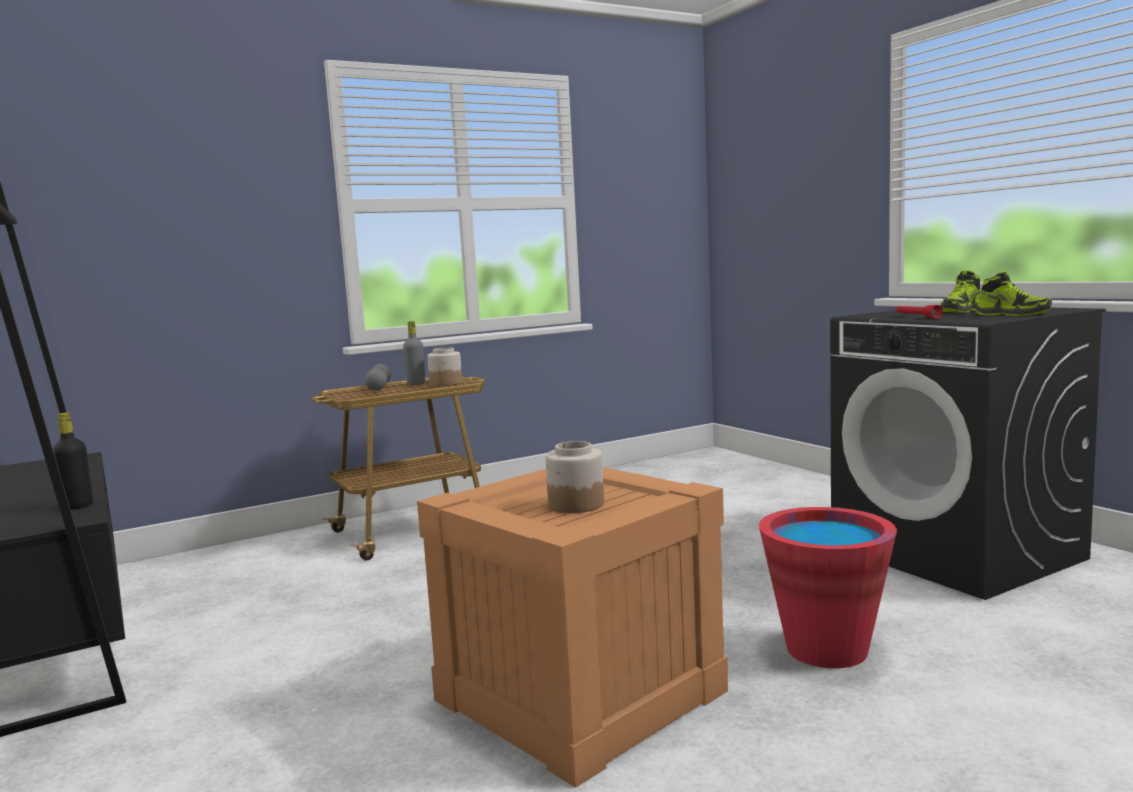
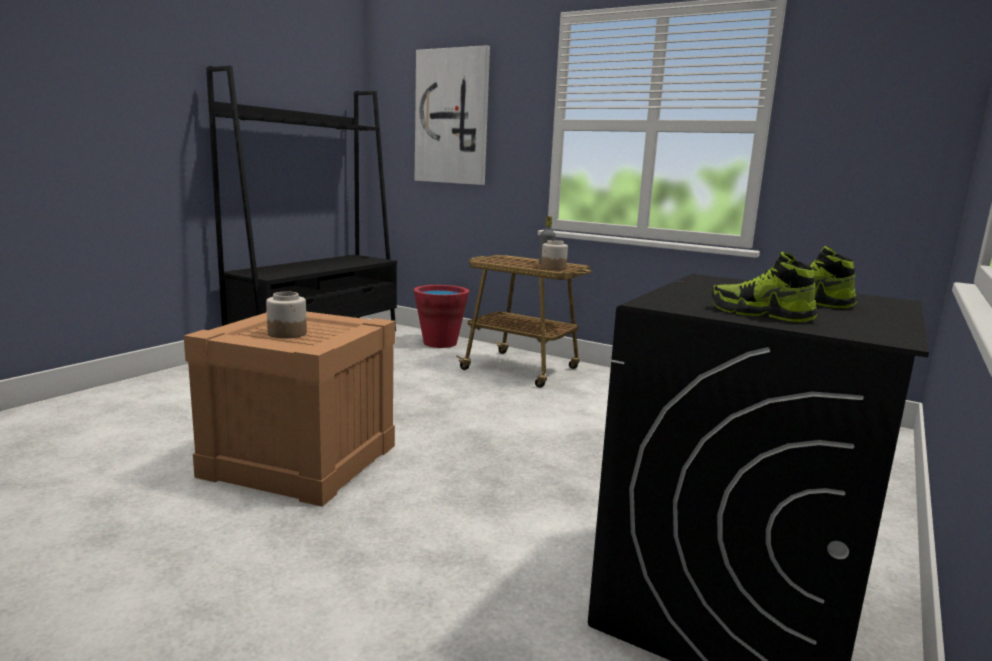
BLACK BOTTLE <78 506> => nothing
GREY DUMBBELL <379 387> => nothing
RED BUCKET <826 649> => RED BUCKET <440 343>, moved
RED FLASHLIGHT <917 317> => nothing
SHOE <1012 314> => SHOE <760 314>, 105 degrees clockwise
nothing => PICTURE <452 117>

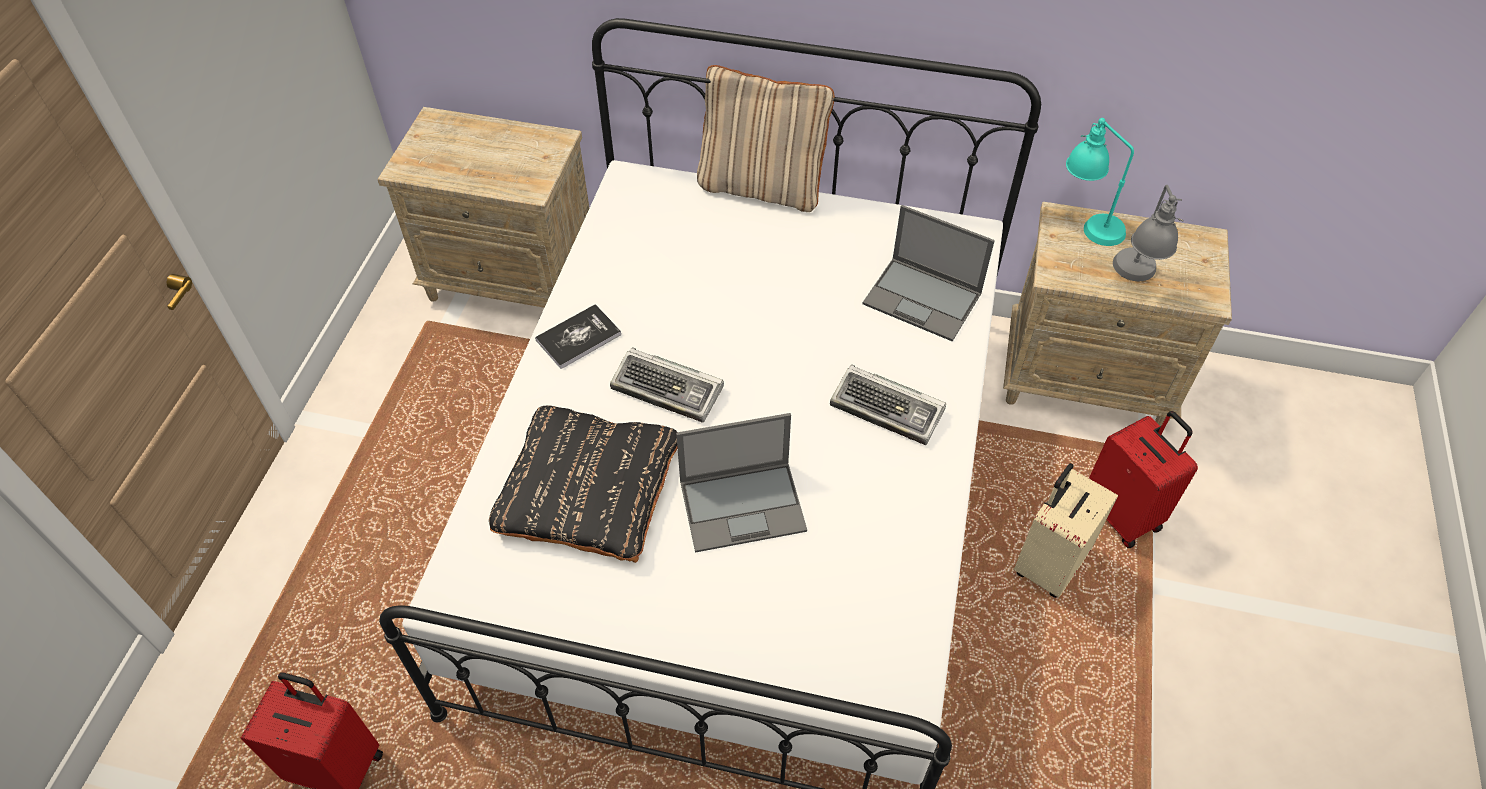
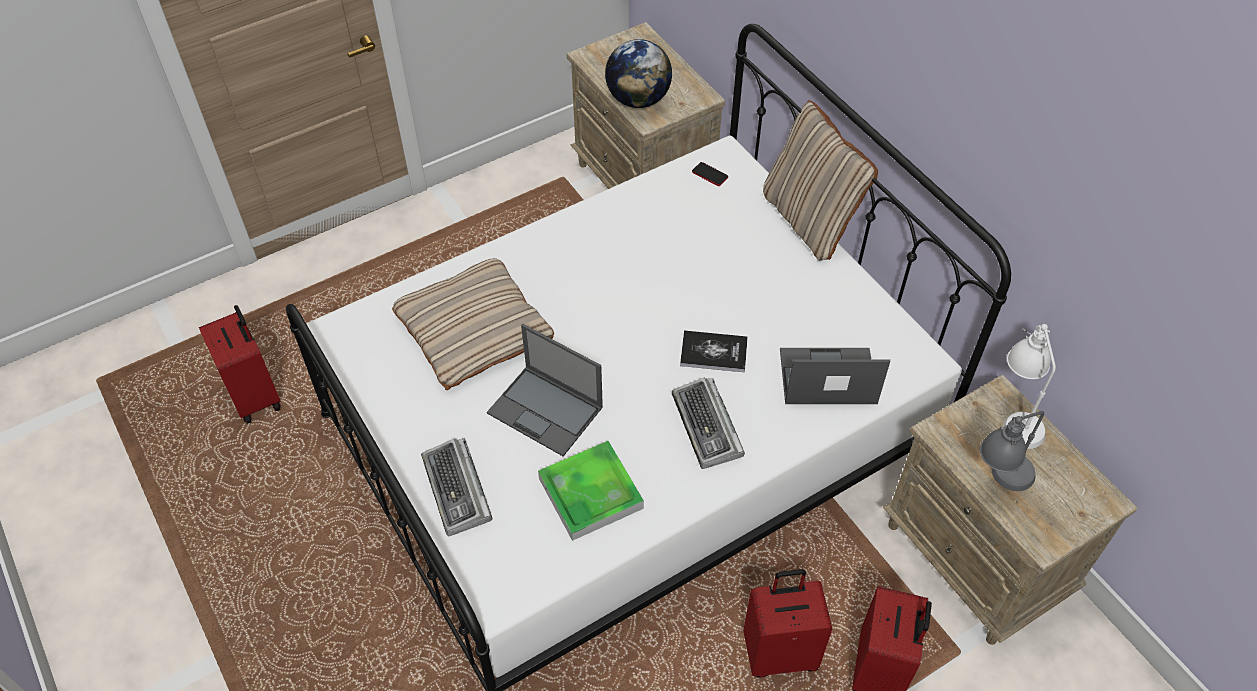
BLACK PILLOW <588 489> => BEIGE PILLOW <474 329>
BOOK <578 337> => BOOK <713 352>, moved
KEYBOARD <668 389> => KEYBOARD <457 491>, moved
LAPTOP <923 299> => LAPTOP <826 377>, 105 degrees clockwise
BEIGE SUITCASE <1048 564> => RED SUITCASE <780 652>
TURQUOISE TABLE LAMP <1087 224> => WHITE TABLE LAMP <1016 415>
nothing => TRAY <590 493>
nothing => GLOBE <638 99>
nothing => PHONE <710 175>

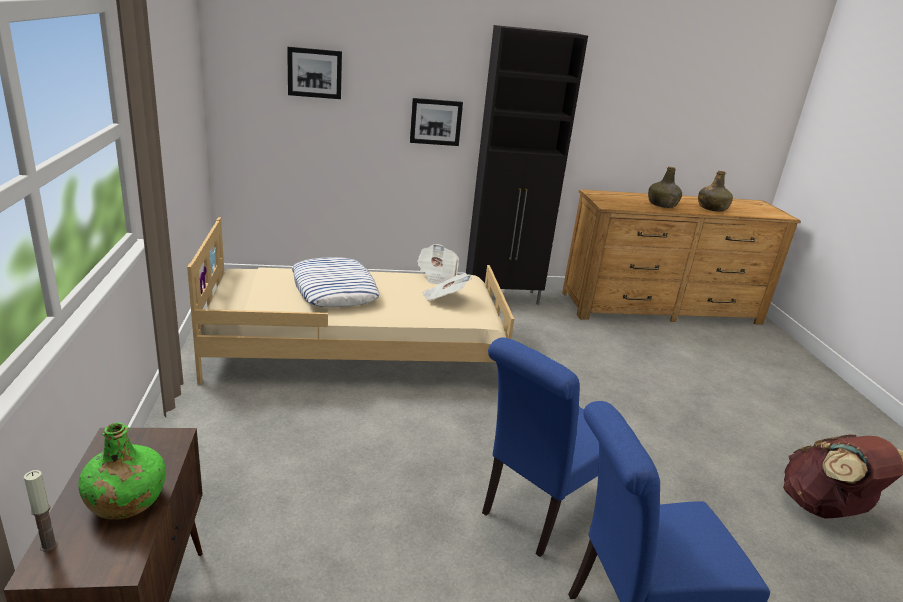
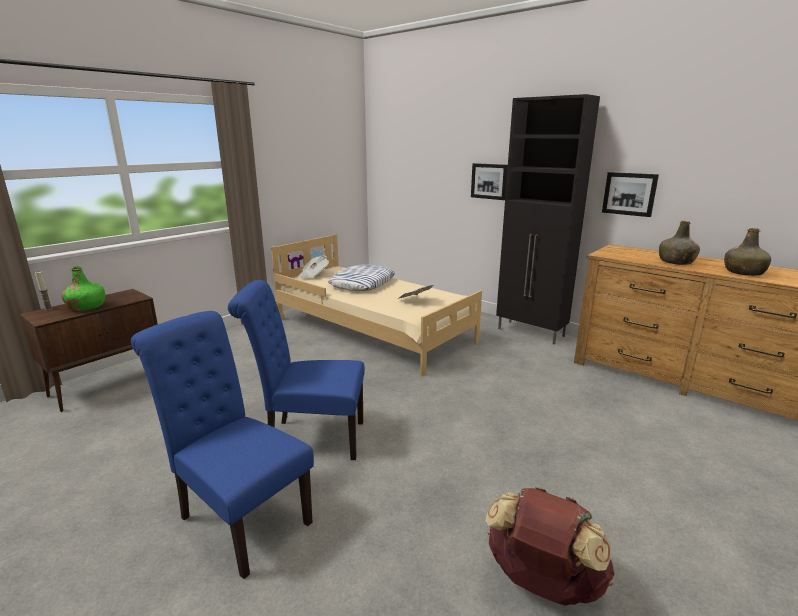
PICTURE <314 73> => PICTURE <629 194>, moved
NEWSPAPER <437 275> => NEWSPAPER <313 275>, moved

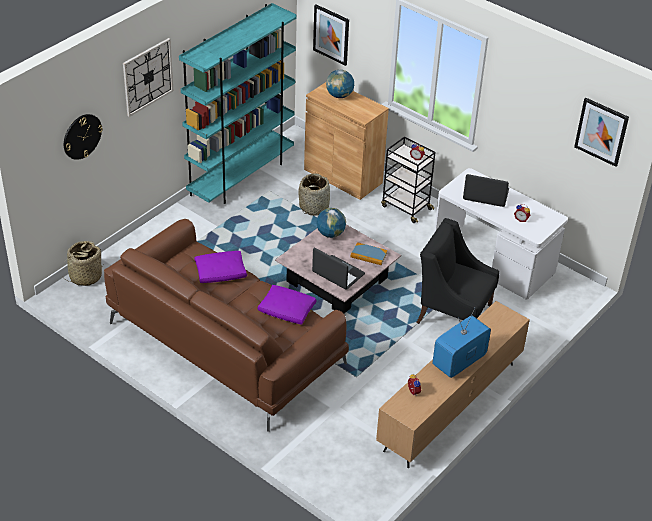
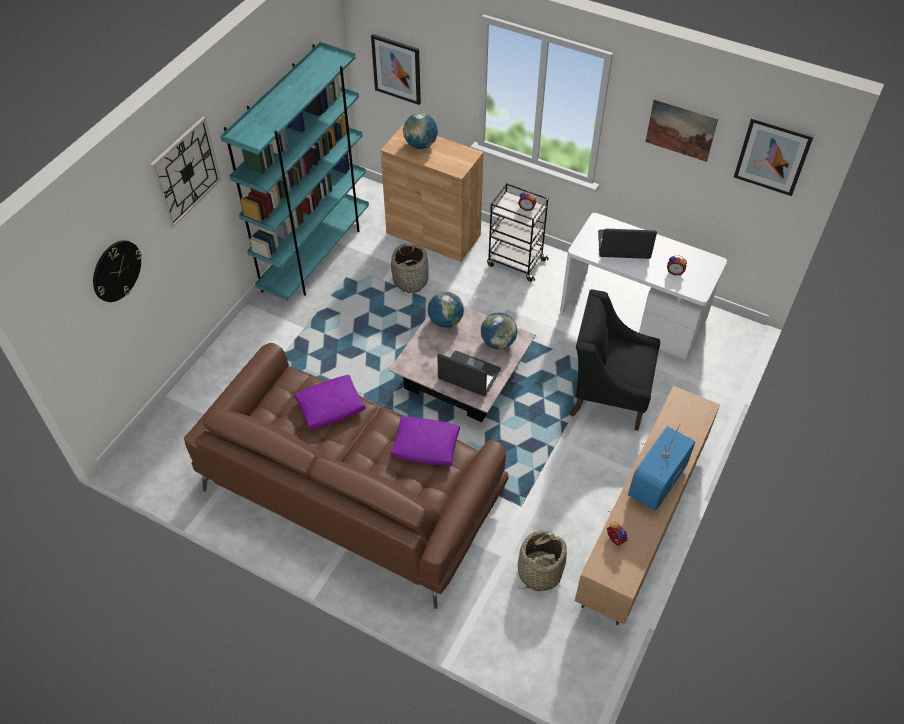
BASKET <85 276> => BASKET <539 572>, moved
BOOK <368 255> => GLOBE <498 342>
nothing => PICTURE <681 130>

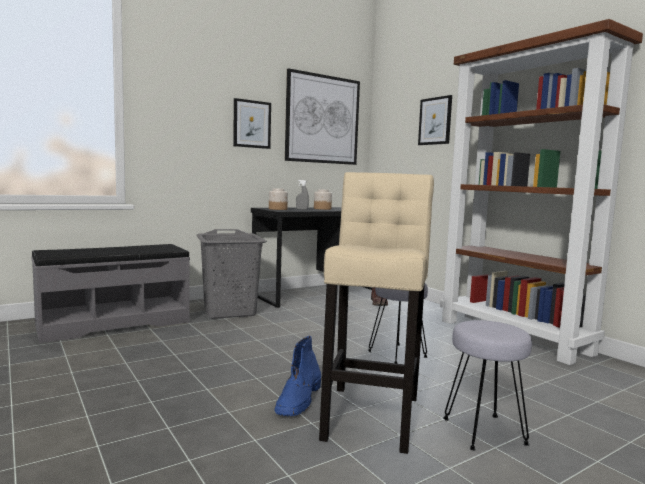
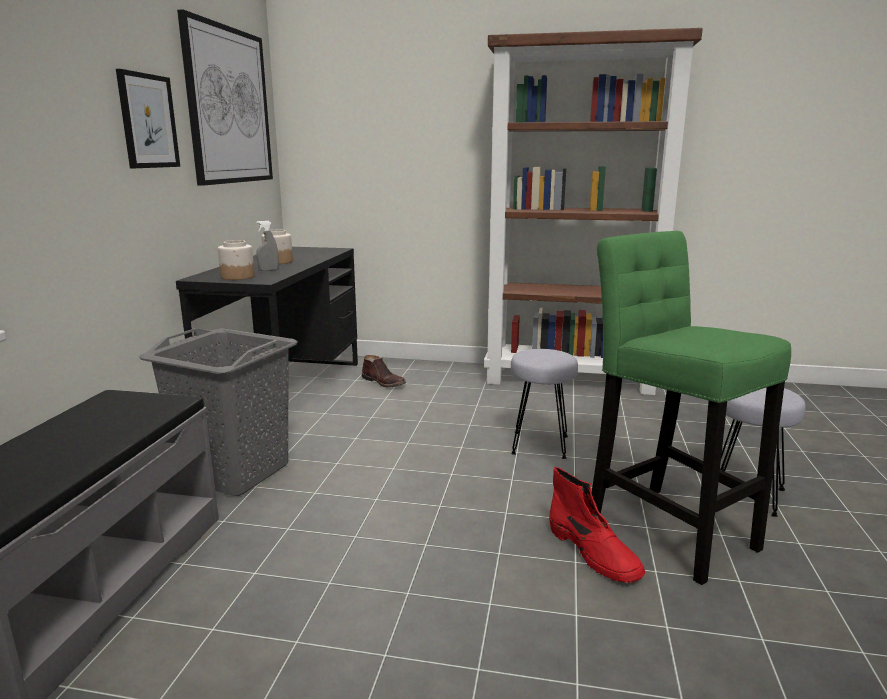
BLUE BOOT <299 400> => RED BOOT <594 553>
BEIGE STOOL <372 413> => GREEN STOOL <665 527>
PICTURE <435 121> => nothing

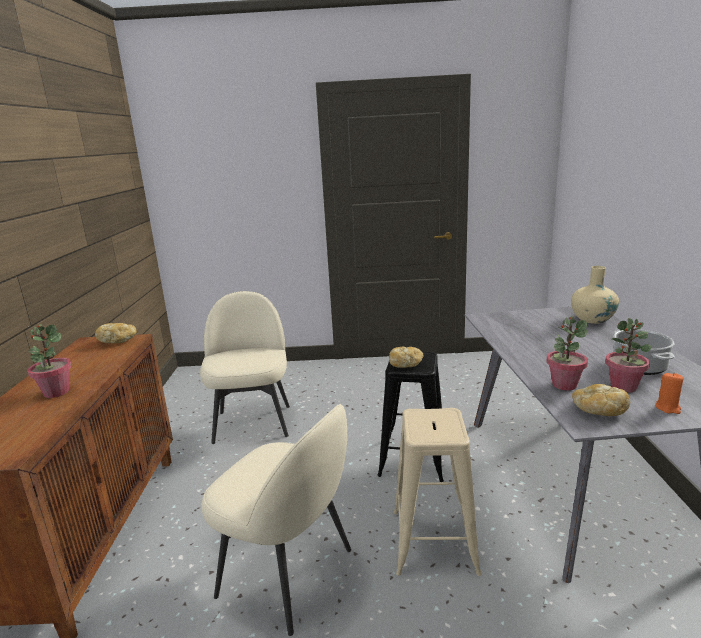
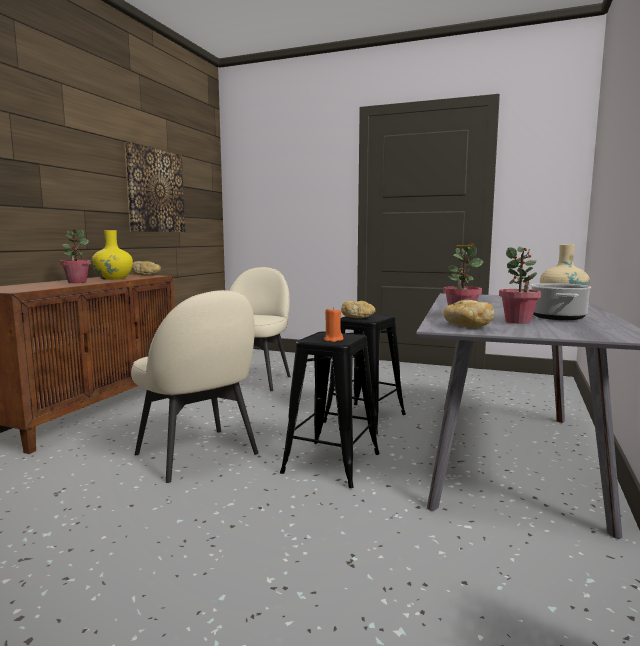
BEIGE STOOL <433 541> => BLACK STOOL <331 463>
ORANGE CANDLE <668 408> => ORANGE CANDLE <333 340>, moved
nothing => YELLOW VASE <113 278>
nothing => PICTURE <155 191>

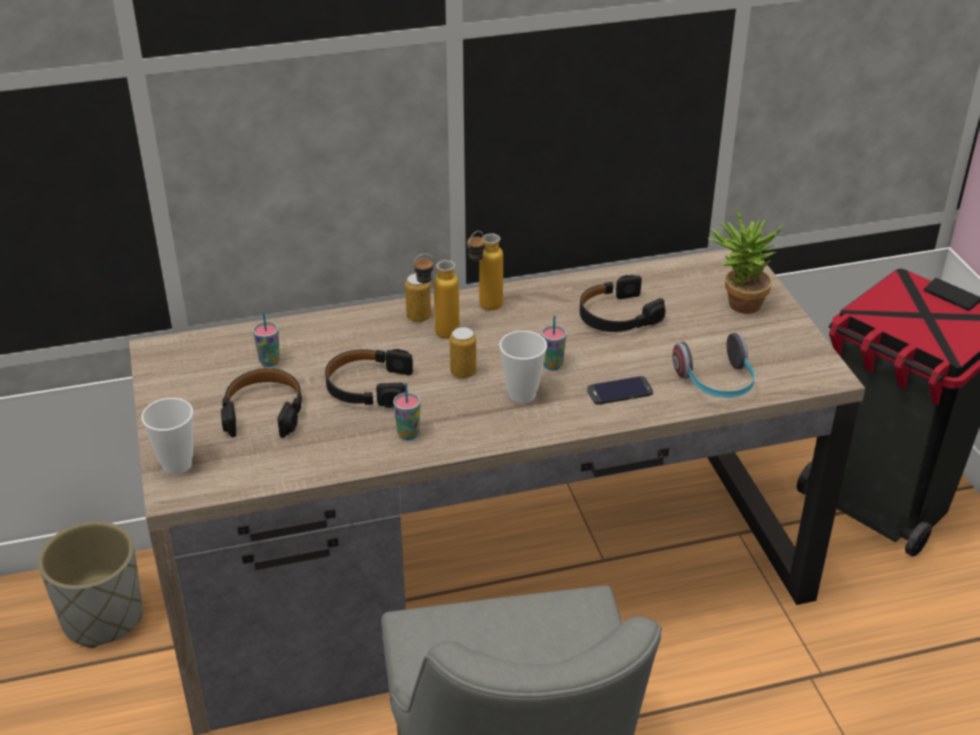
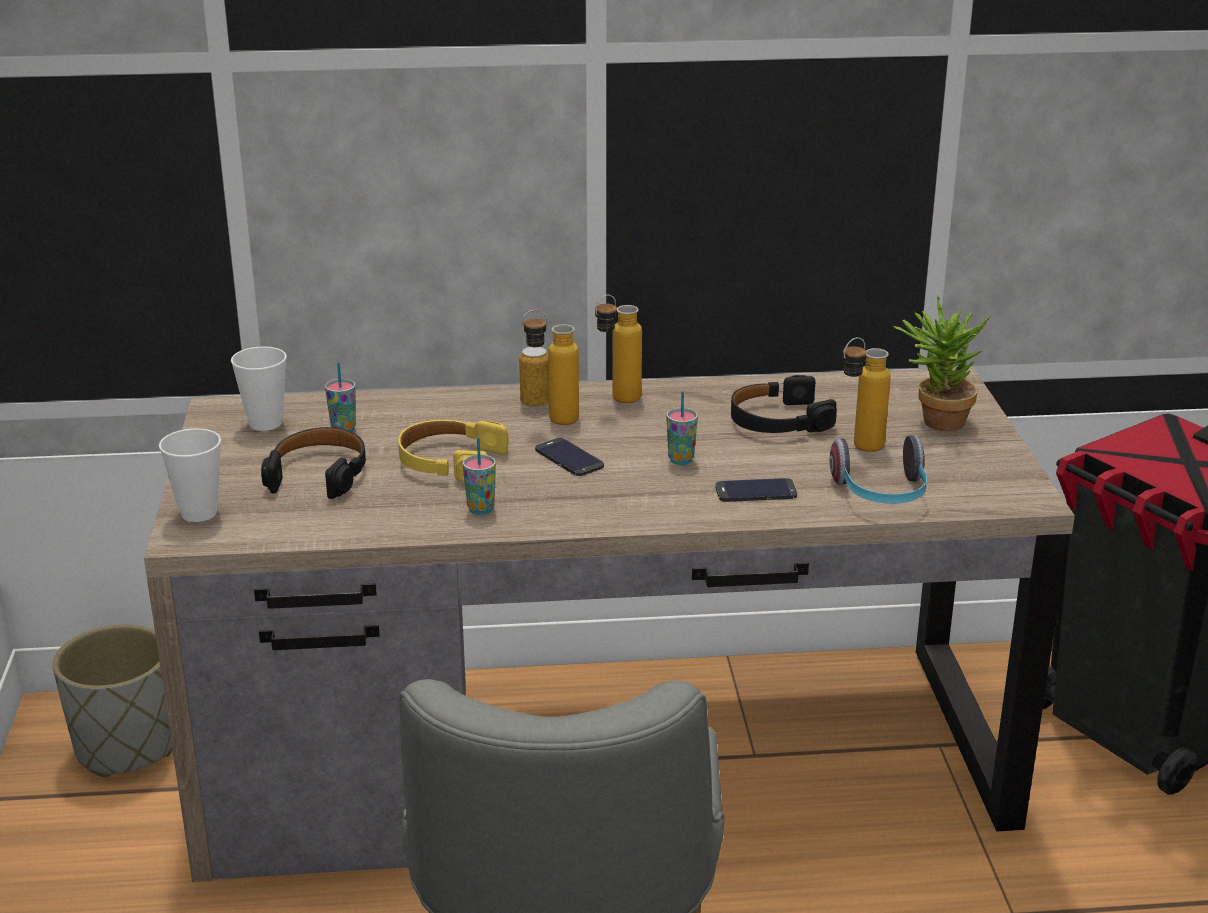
BLACK HEADPHONES <368 387> => YELLOW HEADPHONES <450 461>
CAN <463 372> => PHONE <569 458>
CUP <522 394> => CUP <265 423>, moved
nothing => BOTTLE <858 449>

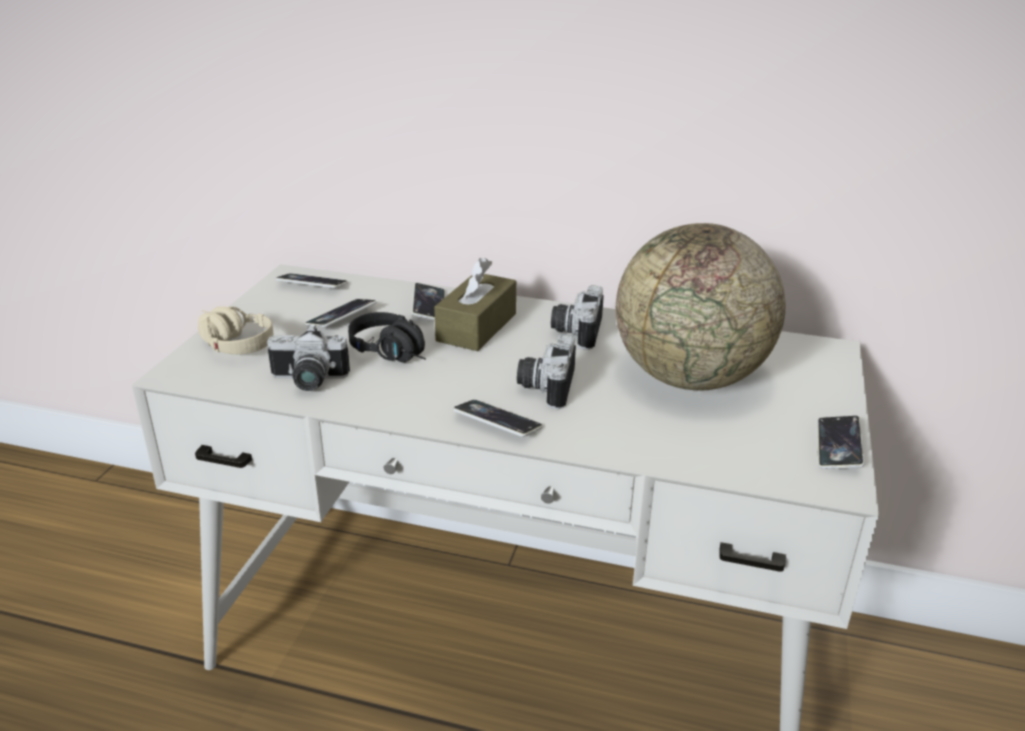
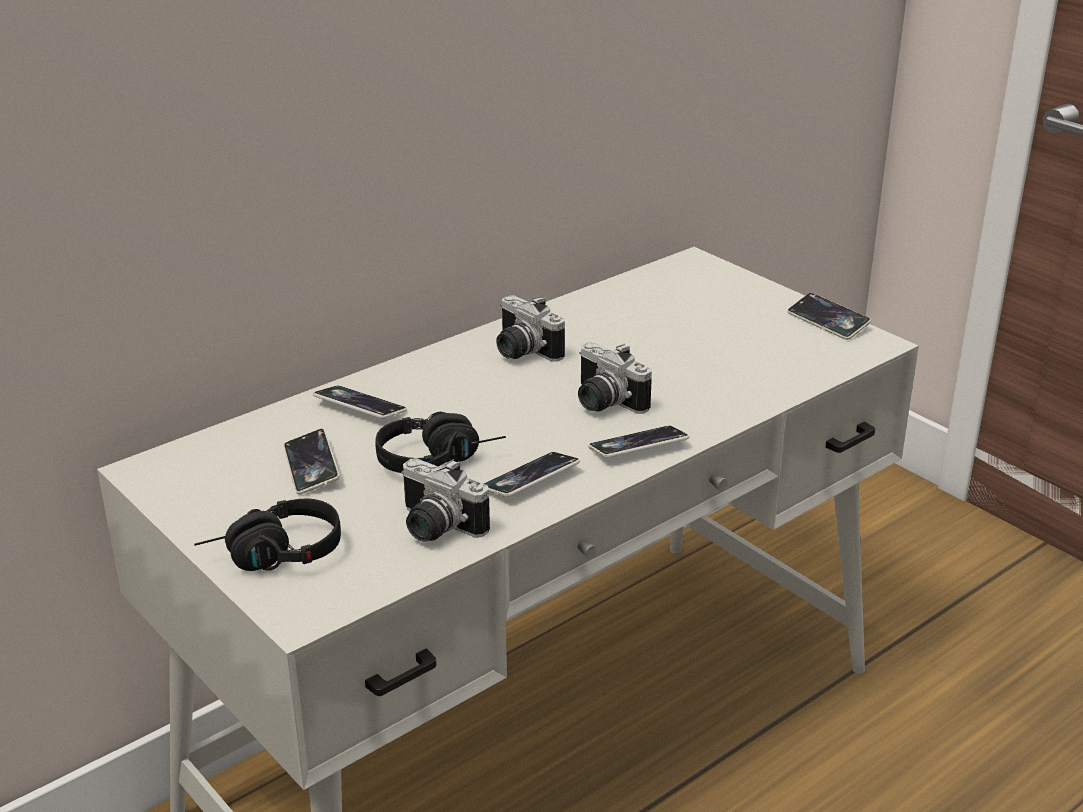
BEIGE HEADPHONES <229 343> => BLACK HEADPHONES <272 557>
PHOTO CAMERA <308 382> => PHOTO CAMERA <434 528>, 90 degrees clockwise
PHONE <312 285> => PHONE <530 480>, moved
BROWN TISSUE BOX <476 327> => nothing
GLOBE <690 377> => nothing

